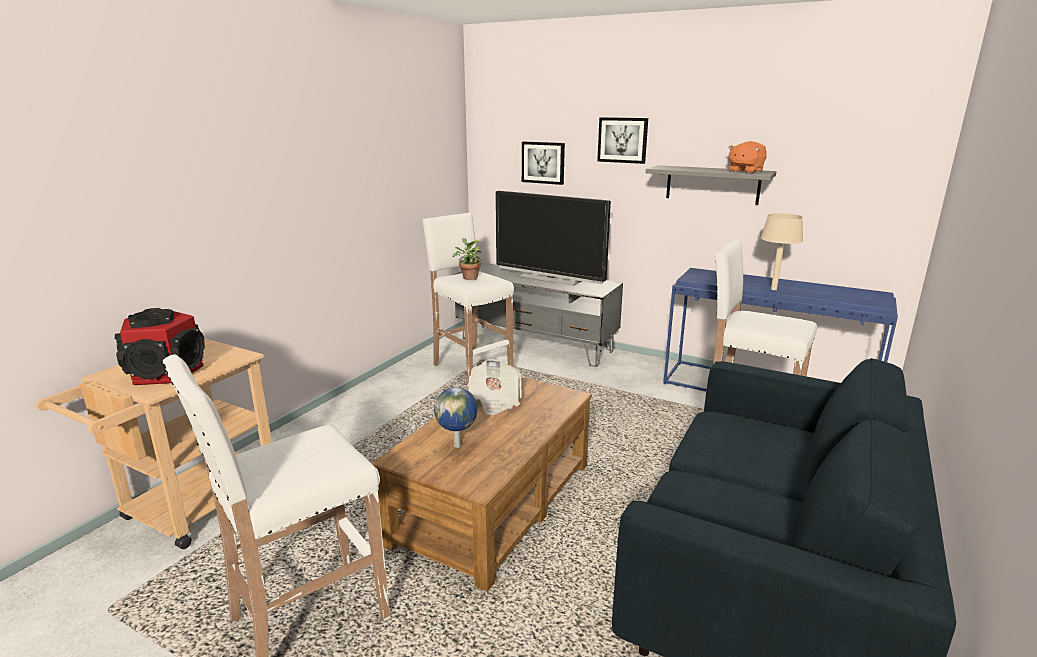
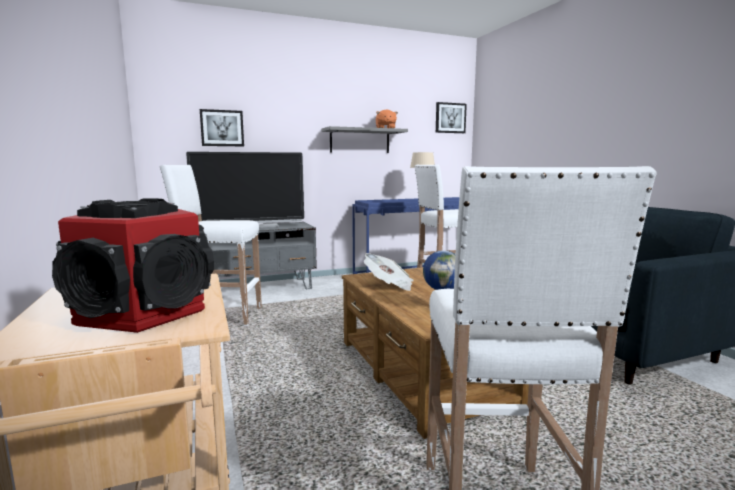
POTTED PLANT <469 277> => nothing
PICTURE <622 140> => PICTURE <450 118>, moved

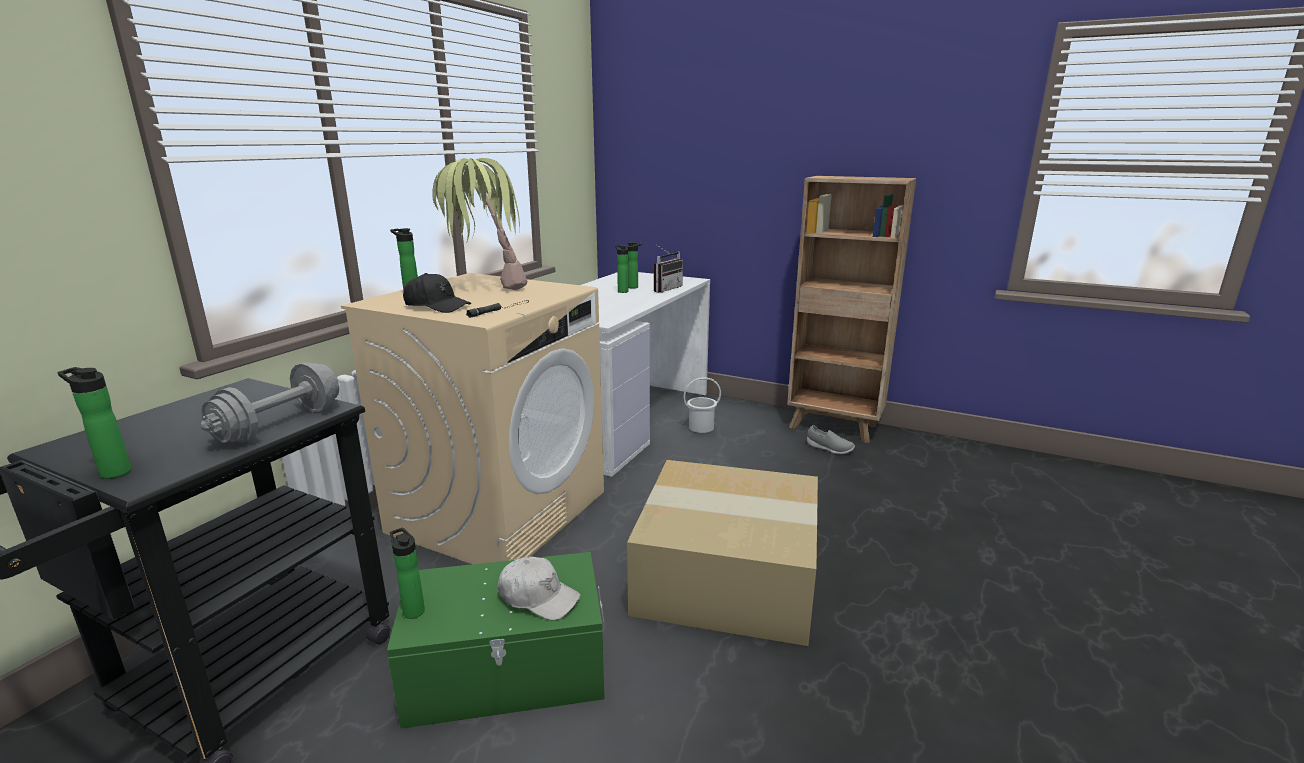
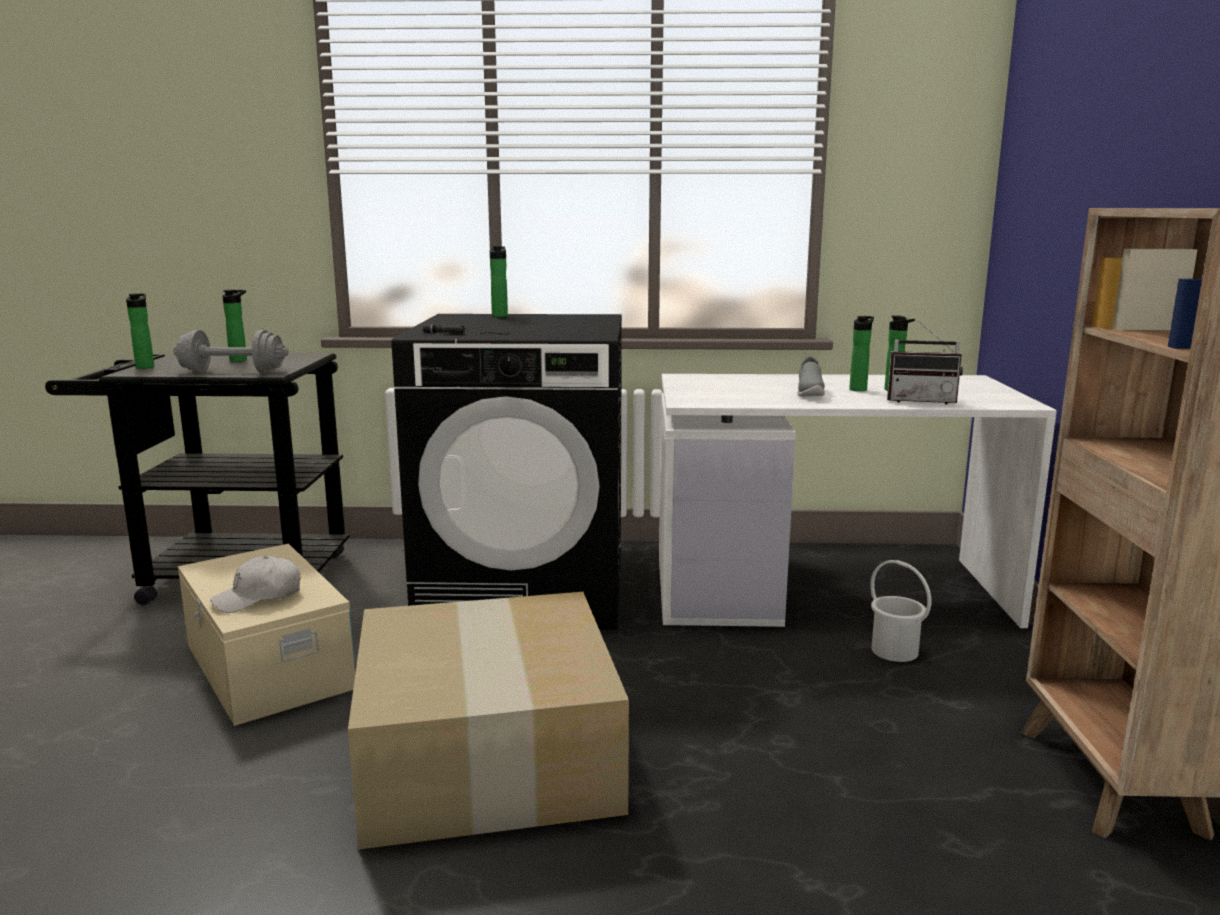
BEIGE WASHING MACHINE <499 511> => BLACK WASHING MACHINE <526 589>
GREEN STORAGE BOX <507 670> => BEIGE STORAGE BOX <266 667>
BOTTLE <412 610> => BOTTLE <240 360>, moved
BLACK CAP <437 306> => nothing
POTTED PLANT <484 290> => nothing
WHITE CAP <538 597> => WHITE CAP <258 597>, 60 degrees clockwise
GREY SHOE <829 449> => GREY SHOE <809 393>, moved

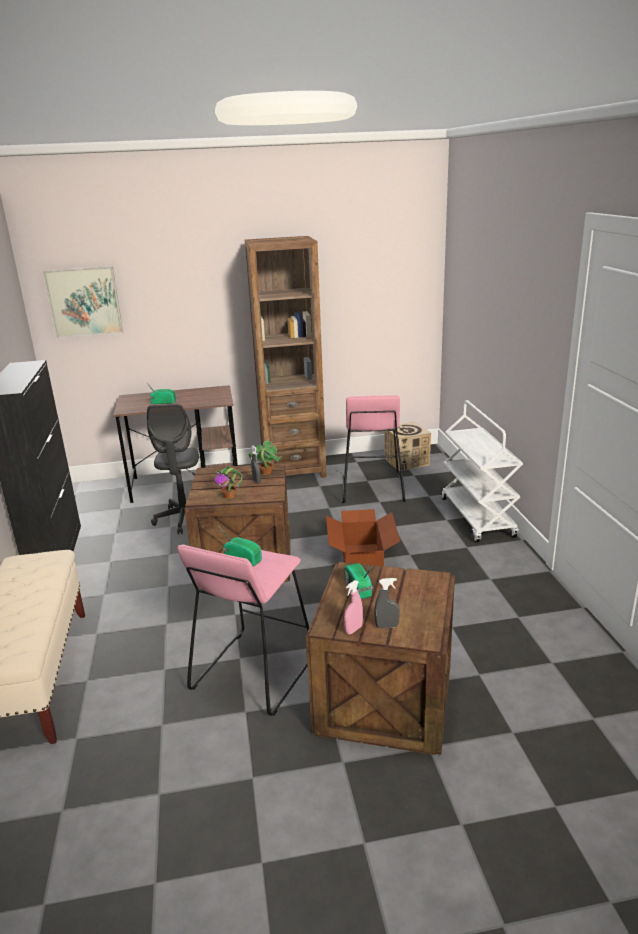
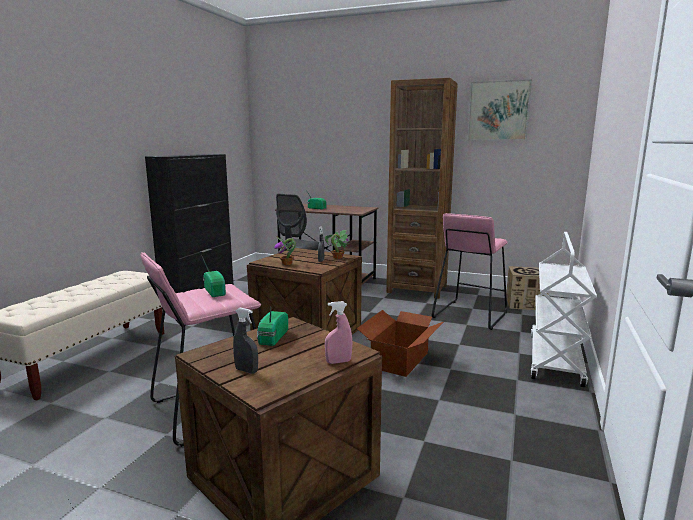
PICTURE <84 302> => PICTURE <498 111>, moved
PINK SPRAY BOTTLE <353 629> => PINK SPRAY BOTTLE <338 362>, moved

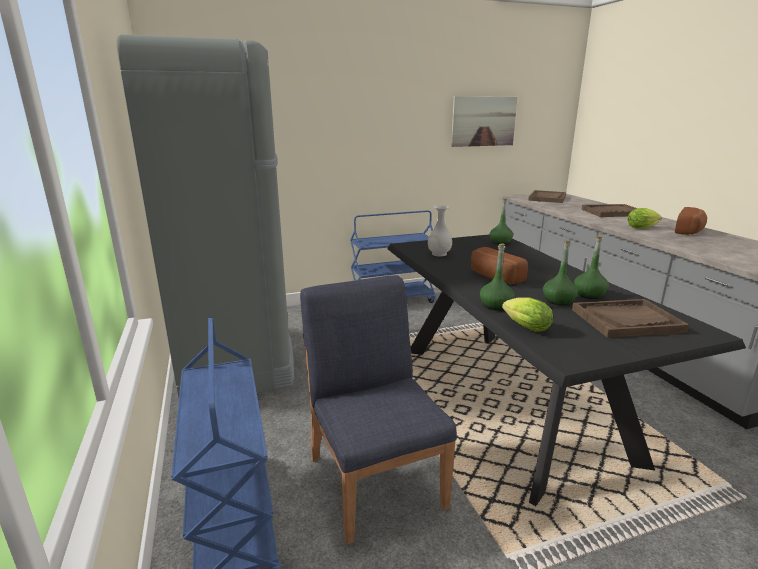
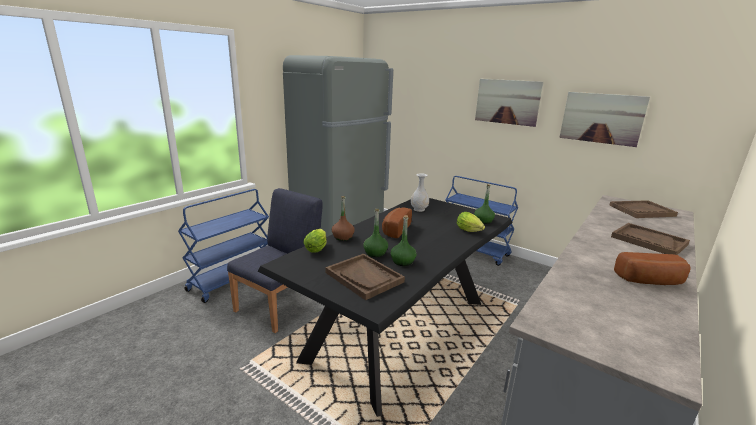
GREEN BOTTLE <495 305> => BROWN BOTTLE <343 237>
LETTUCE <643 228> => LETTUCE <470 231>, moved
nothing => PICTURE <507 102>

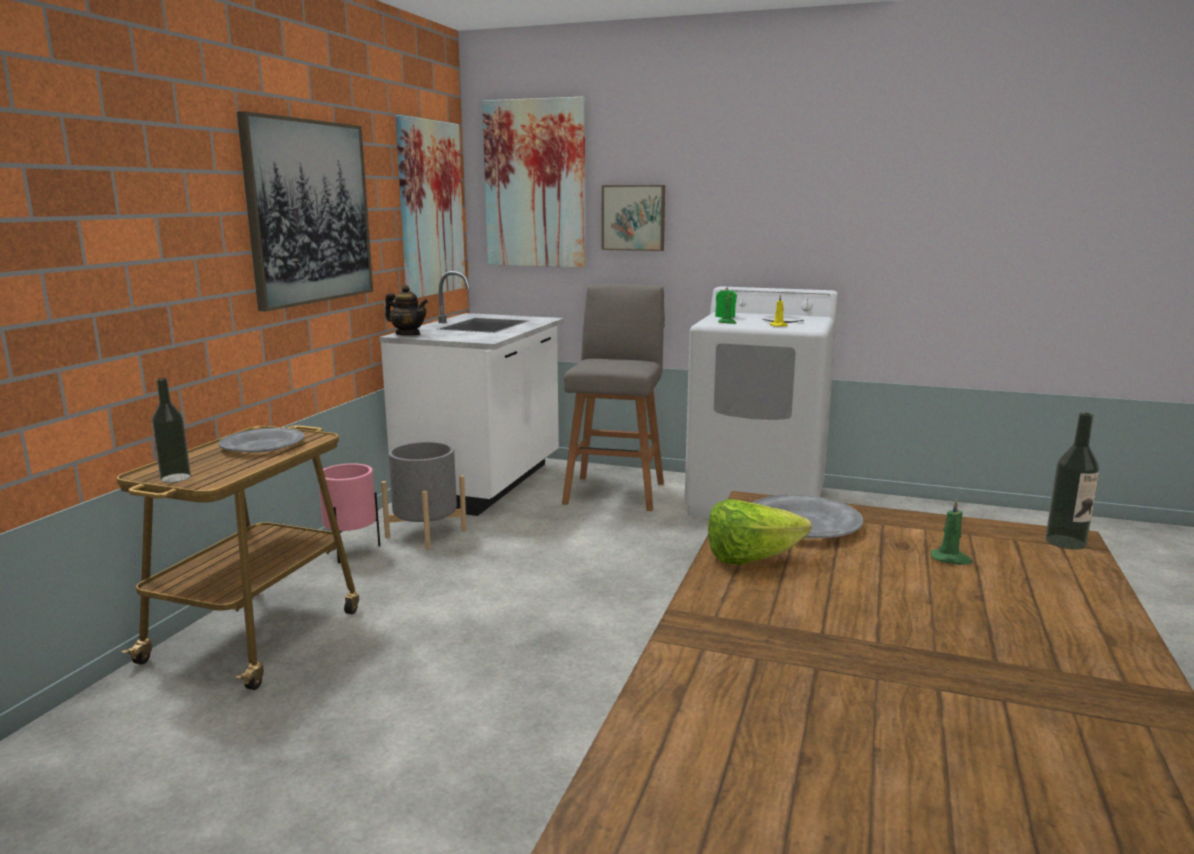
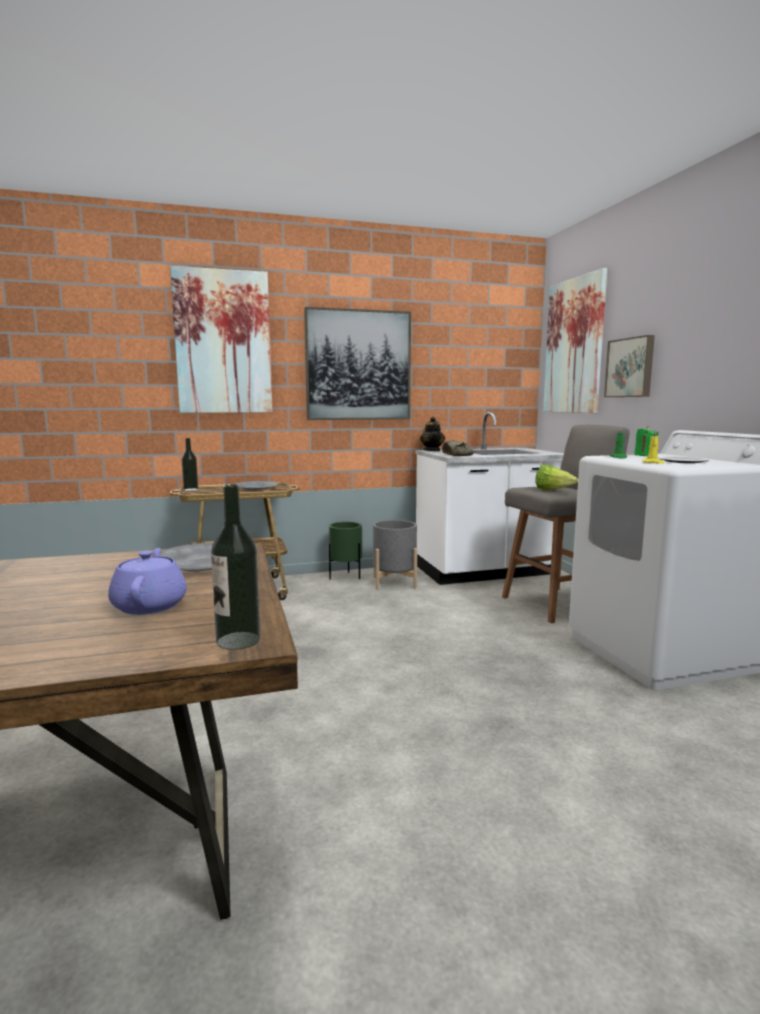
PINK PLANTER <351 551> => GREEN PLANTER <346 577>
PICTURE <430 208> => PICTURE <223 342>, moved
LETTUCE <751 559> => LETTUCE <553 490>, moved
GREEN CANDLE <951 559> => PURPLE TEAPOT <150 605>
nothing => BREAD <456 455>

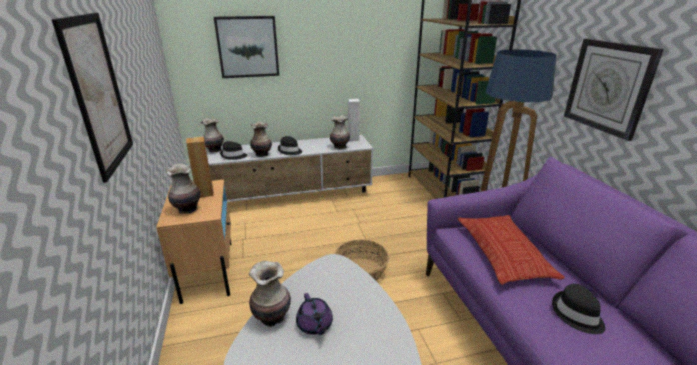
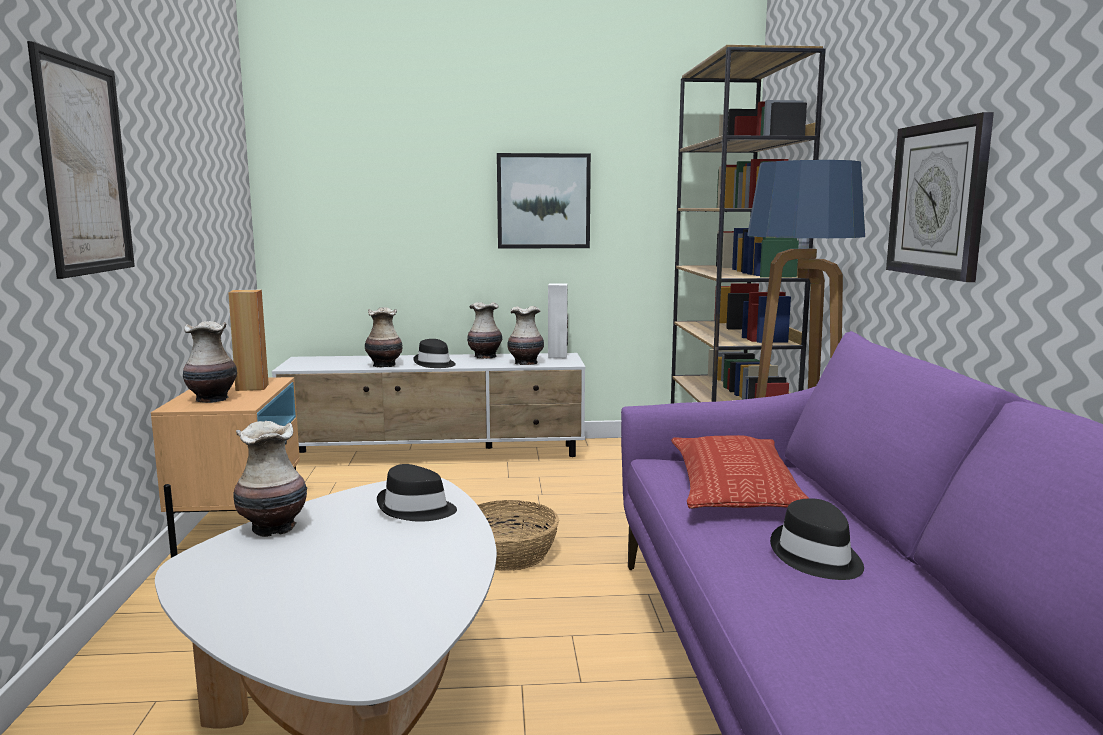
VASE <214 150> => VASE <485 357>, moved
PICTURE <248 47> => PICTURE <543 201>, moved
BLACK HAT <233 155> => BLACK HAT <416 509>, moved
PURPLE TEAPOT <314 325> => nothing

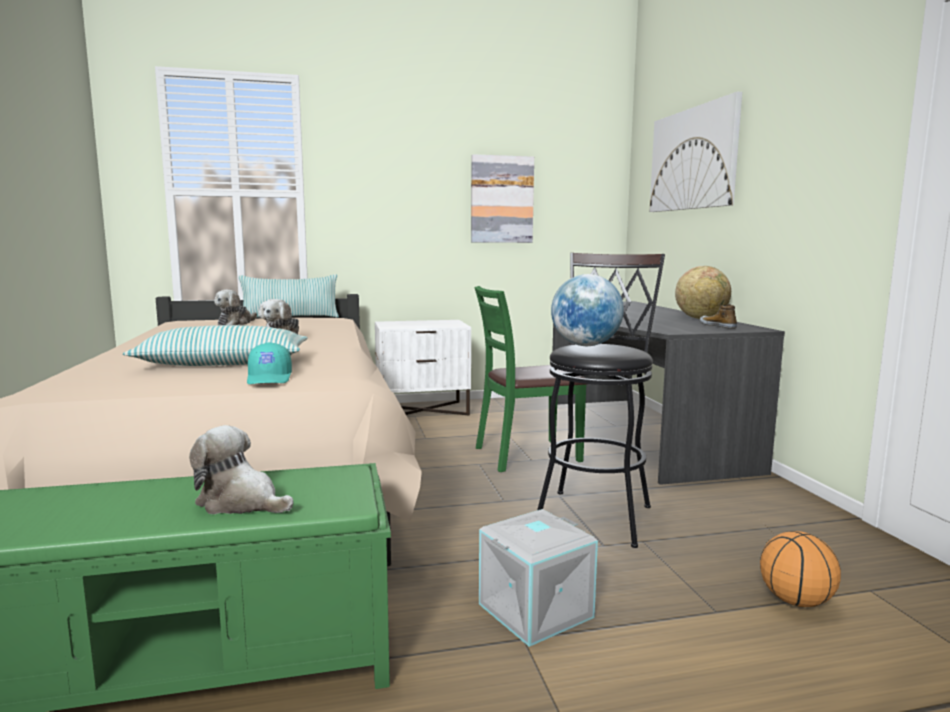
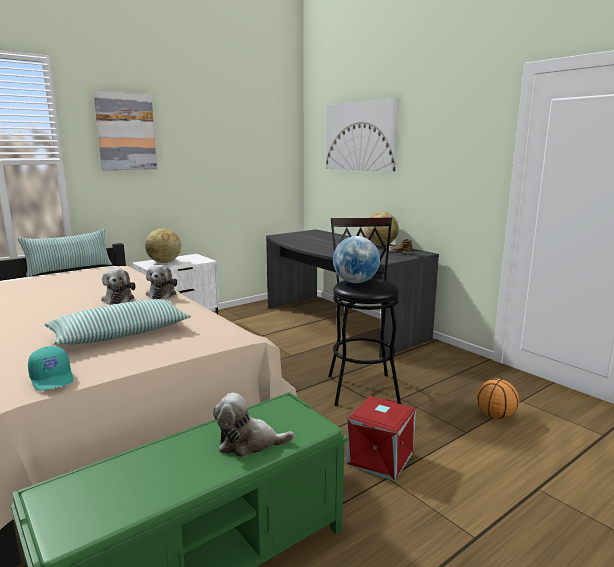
PLUSH TOY <236 323> => PLUSH TOY <162 294>, moved
TURQUOISE CAP <270 379> => TURQUOISE CAP <53 378>, moved
PICTURE <501 199> => PICTURE <126 132>, moved
GREEN CHAIR <526 455> => nothing
GREY STORAGE BOX <536 612> => RED STORAGE BOX <381 459>
nothing => GLOBE <164 262>

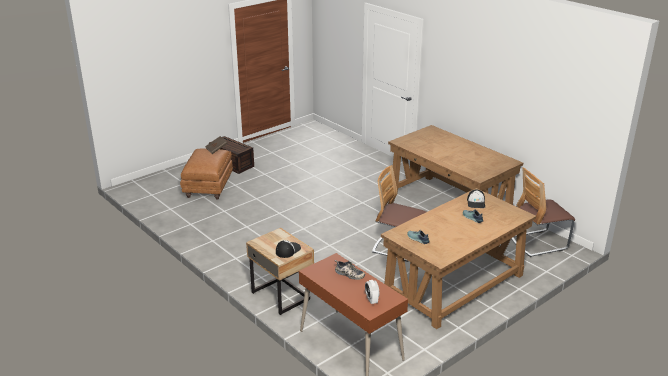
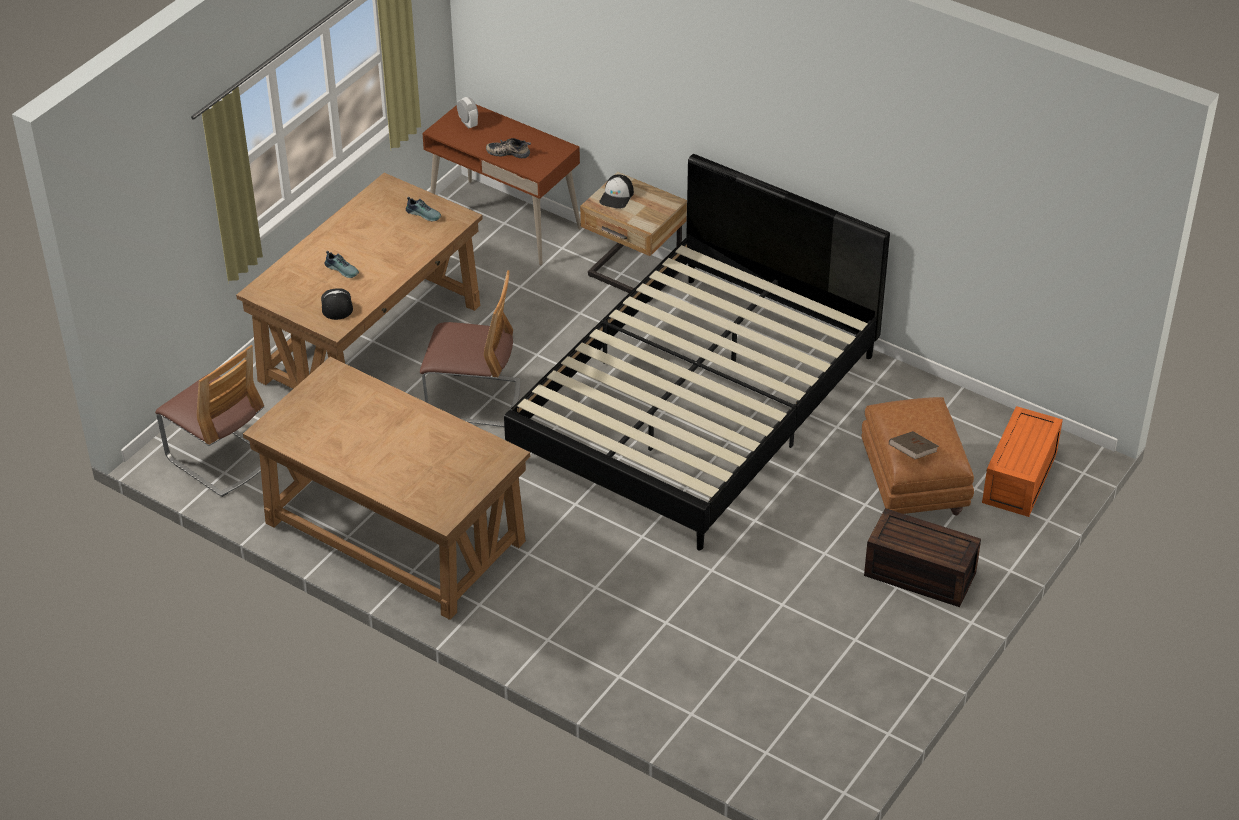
CHAIR <538 243> => CHAIR <220 459>, 75 degrees clockwise
nothing => BLACK BED <697 406>
nothing => ORANGE STORAGE BOX <1020 479>

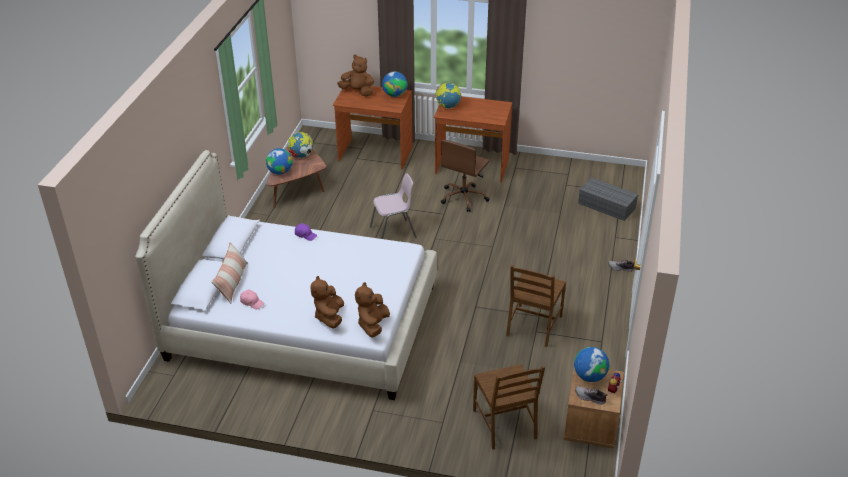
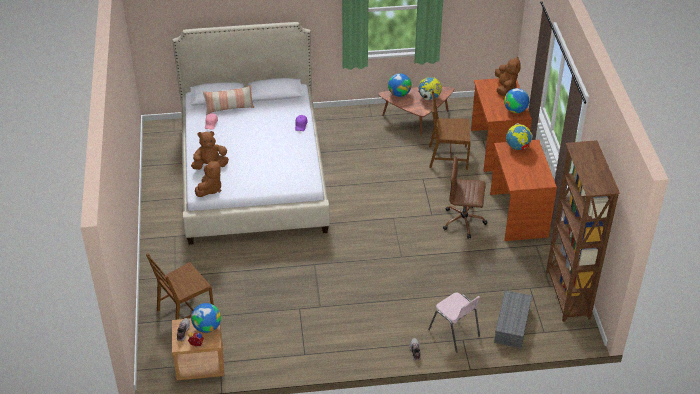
BROWN PLUSH TOY <373 325> => BROWN PLUSH TOY <210 189>, 120 degrees clockwise
PINK CHAIR <393 232> => PINK CHAIR <454 333>, moved
BROWN CHAIR <533 326> => BROWN CHAIR <447 157>, moved
nothing => BROWN BOOKCASE <567 295>

